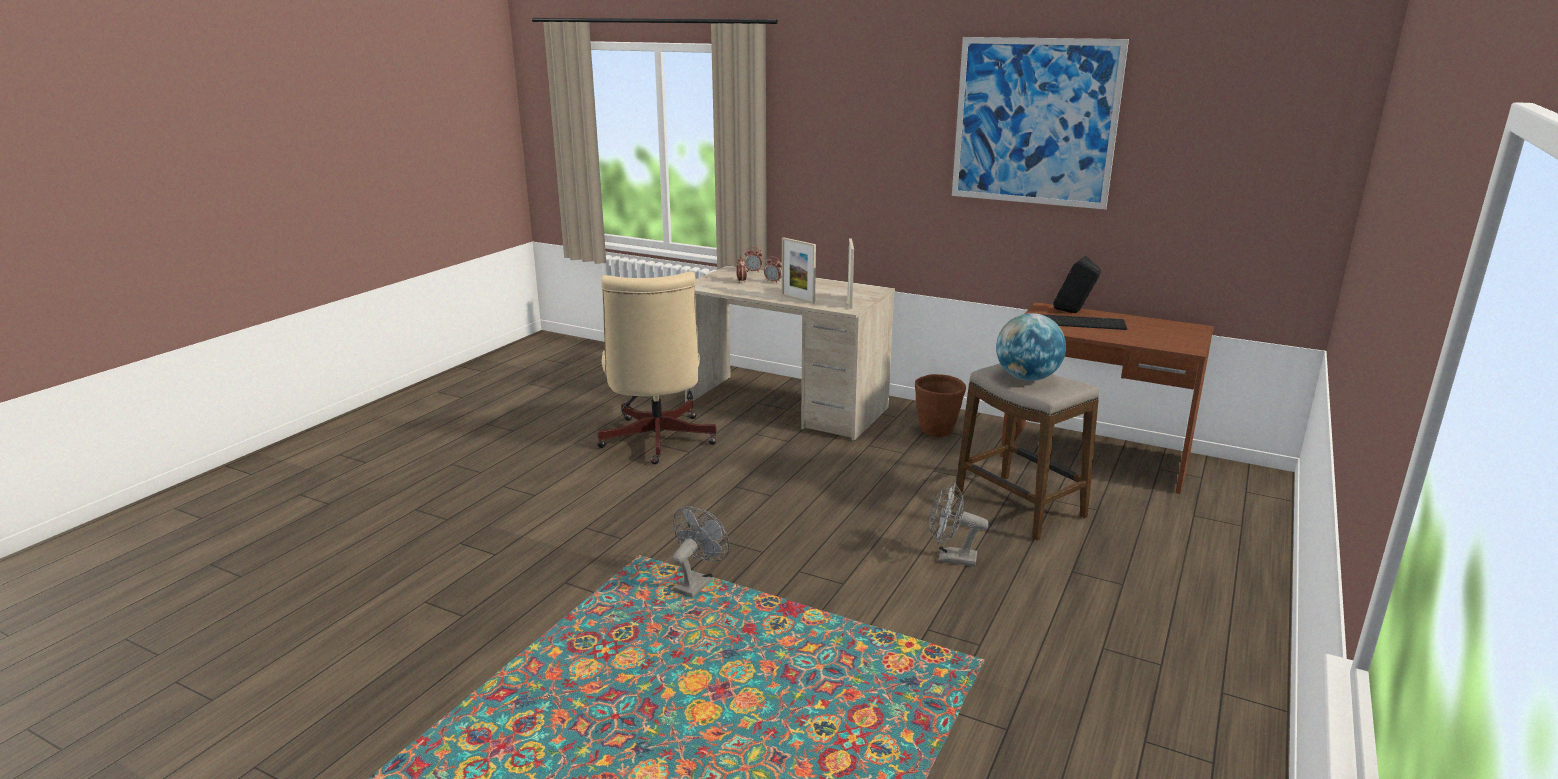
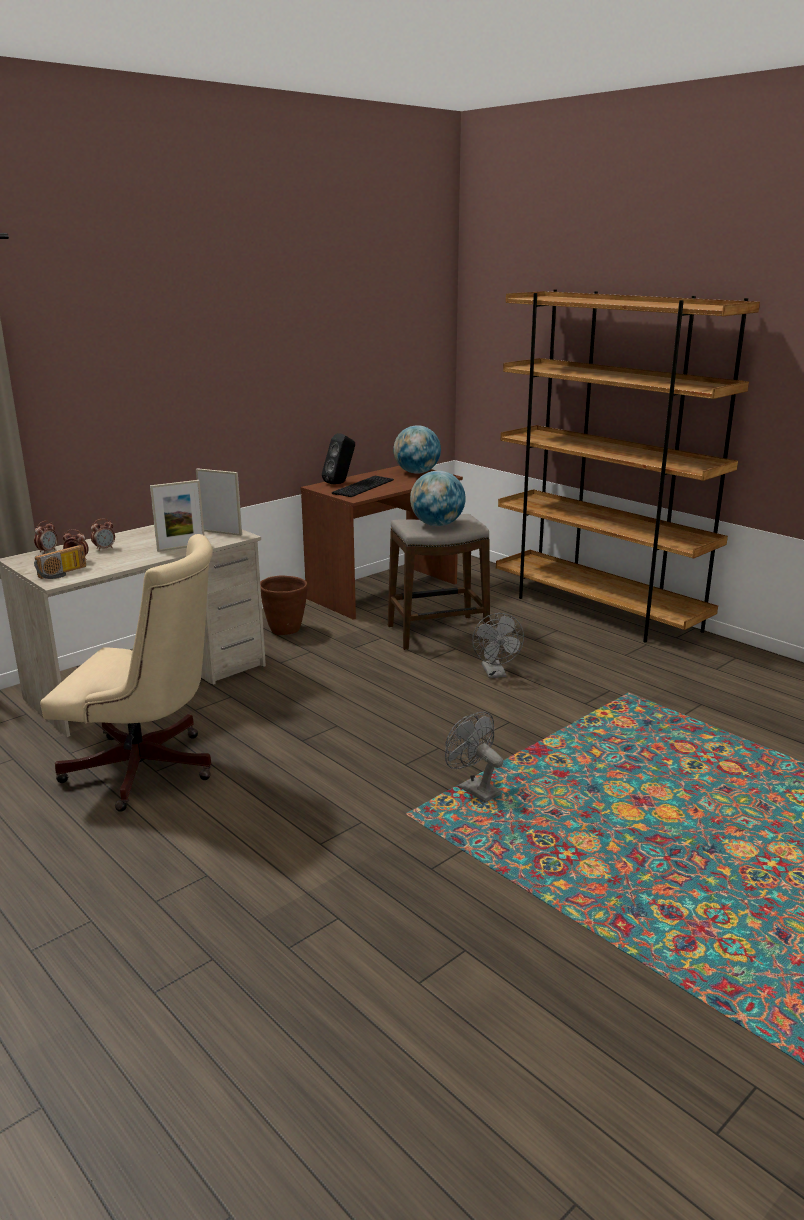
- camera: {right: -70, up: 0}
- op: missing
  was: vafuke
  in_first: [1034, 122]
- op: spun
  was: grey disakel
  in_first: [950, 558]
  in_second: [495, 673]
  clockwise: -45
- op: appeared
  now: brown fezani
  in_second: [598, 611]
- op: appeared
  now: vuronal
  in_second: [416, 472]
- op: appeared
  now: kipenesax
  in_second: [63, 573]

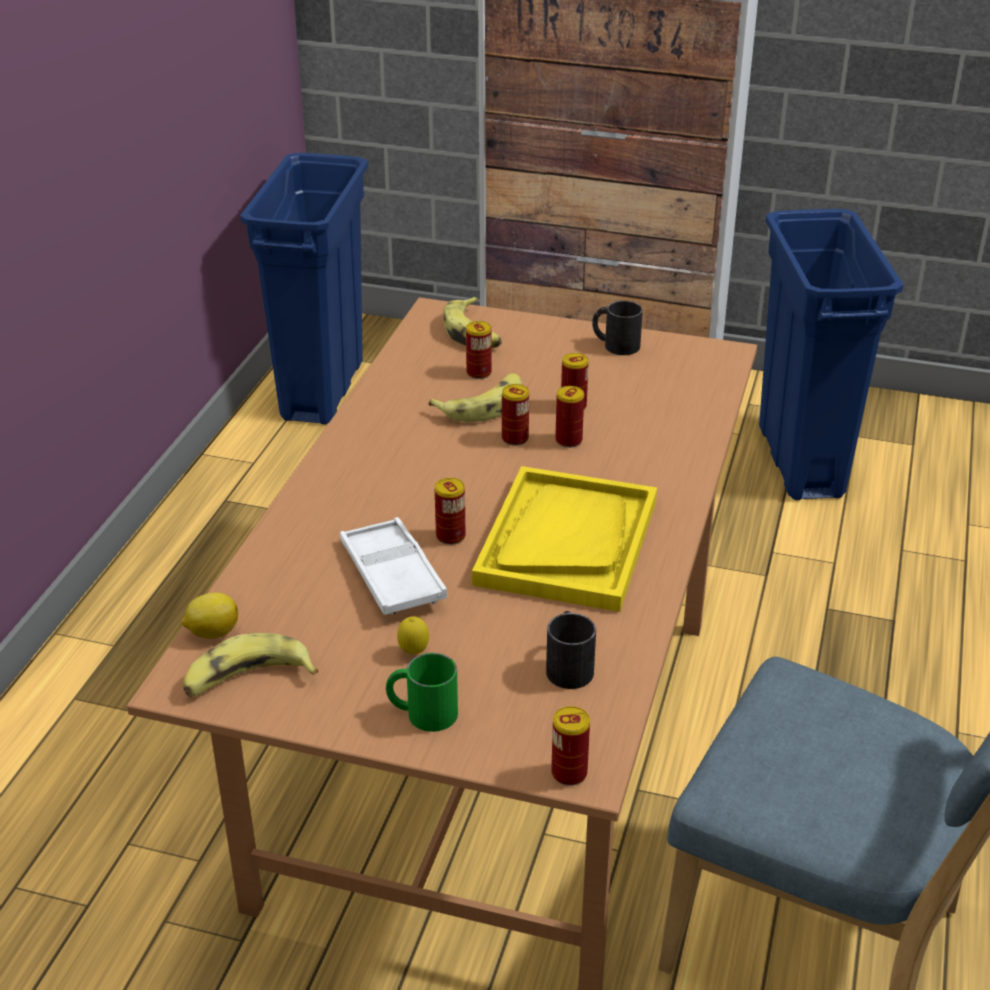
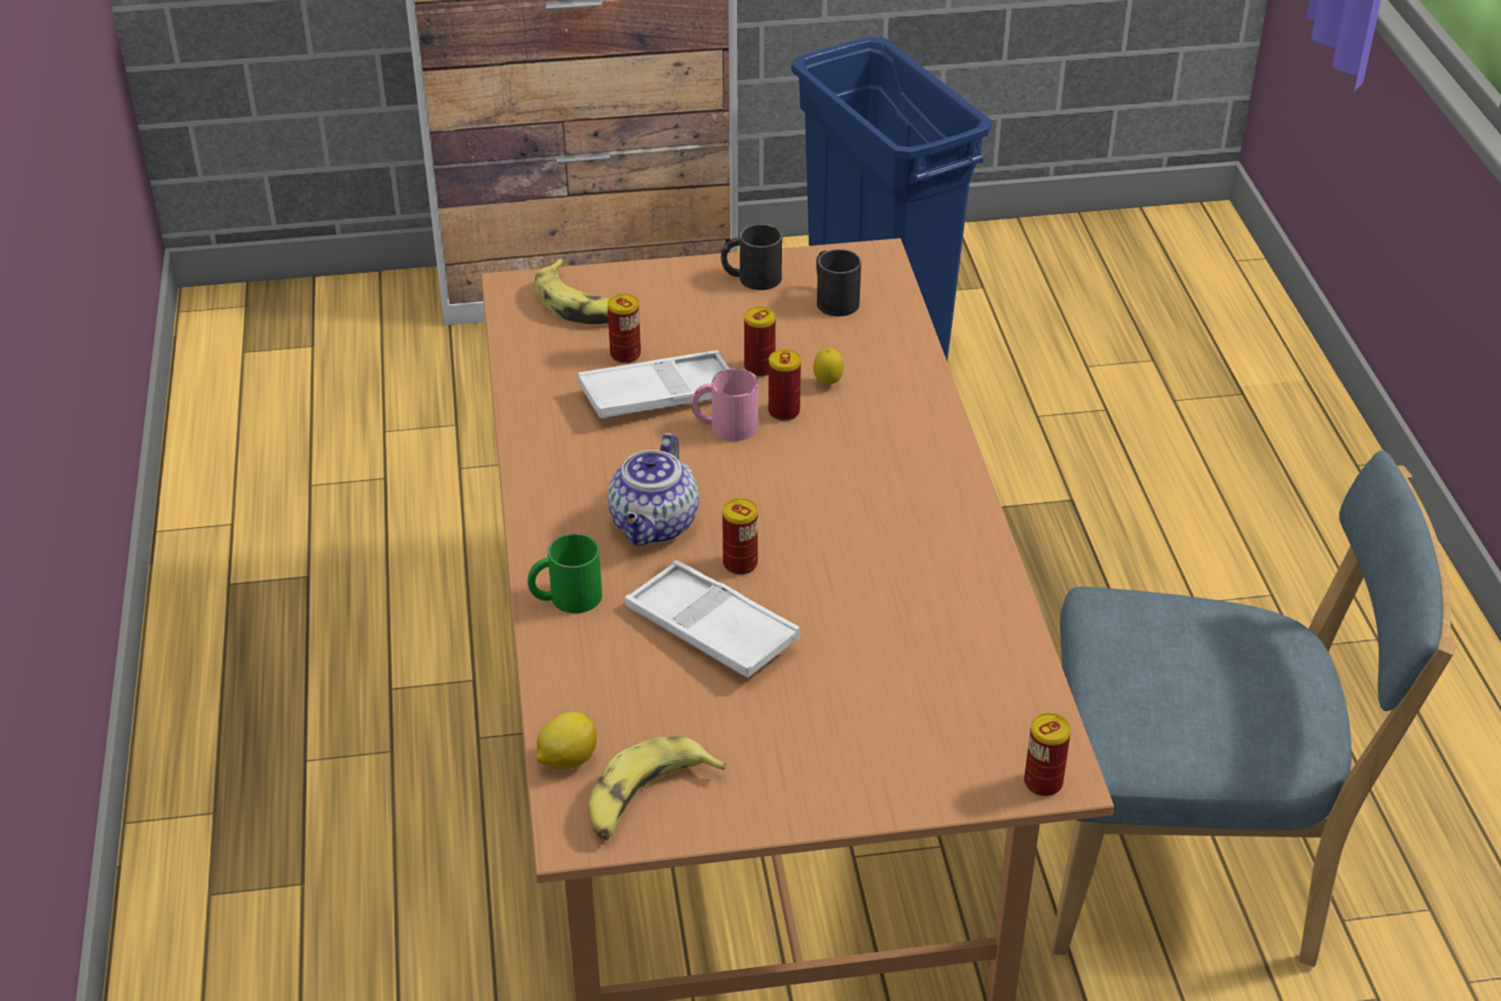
- camera: {right: -25, up: 5}
- op: missing
  was: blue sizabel
  in_first: [322, 391]
- op: exchanged
  was: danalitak
  now: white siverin
  in_first: [483, 405]
  in_second: [660, 395]
- op: exchanged
  was: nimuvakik
  now: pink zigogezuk
  in_first: [515, 438]
  in_second: [724, 426]
- op: missing
  was: yellow siverin
  in_first: [567, 541]
- op: relocated
  was: black zigogezuk
  in_first: [568, 665]
  in_second: [833, 299]
- op: relocated
  was: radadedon
  in_first: [413, 653]
  in_second: [827, 384]
- op: relocated
  was: green zigogezuk
  in_first: [422, 713]
  in_second: [565, 598]
- op: appeared
  now: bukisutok
  in_second: [654, 526]

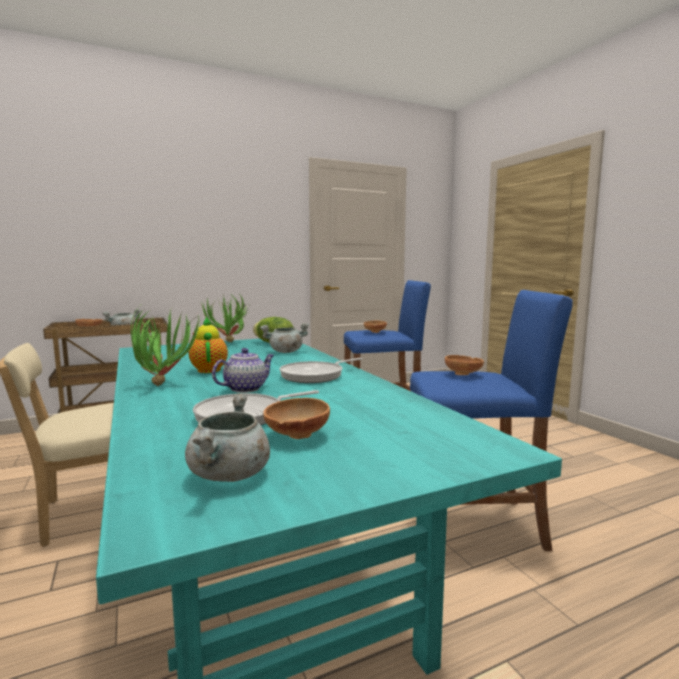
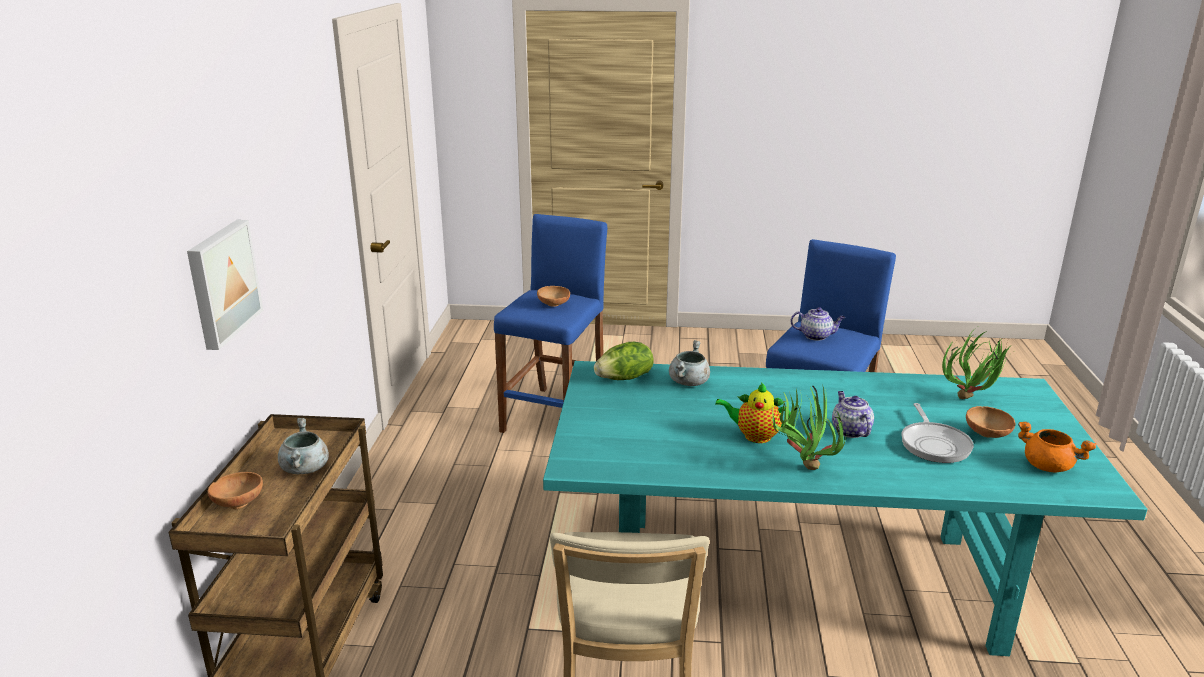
- camera: {right: -60, up: 15}
- op: relocated
  was: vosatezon
  in_first: [229, 343]
  in_second: [972, 400]
- op: exchanged
  was: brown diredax
  now: bukisutok
  in_first: [464, 374]
  in_second: [816, 336]
- op: missing
  was: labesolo
  in_first: [315, 375]
- op: colour
  was: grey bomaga
  now: orange bomaga
  in_first: [230, 475]
  in_second: [1048, 466]
- op: appeared
  now: vafuke
  in_second: [221, 282]

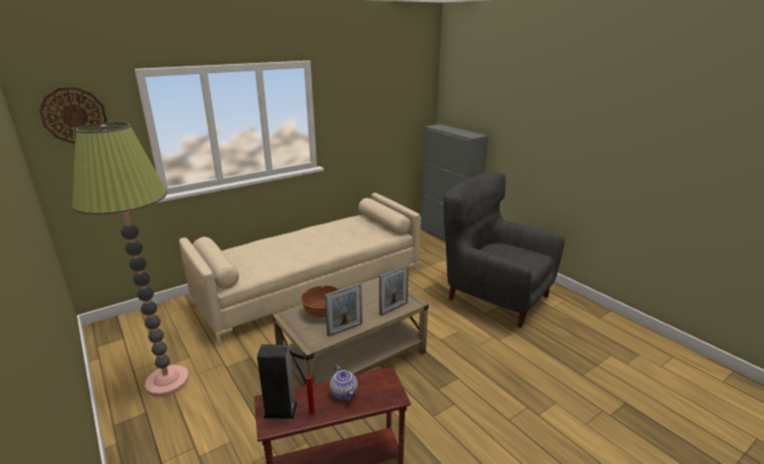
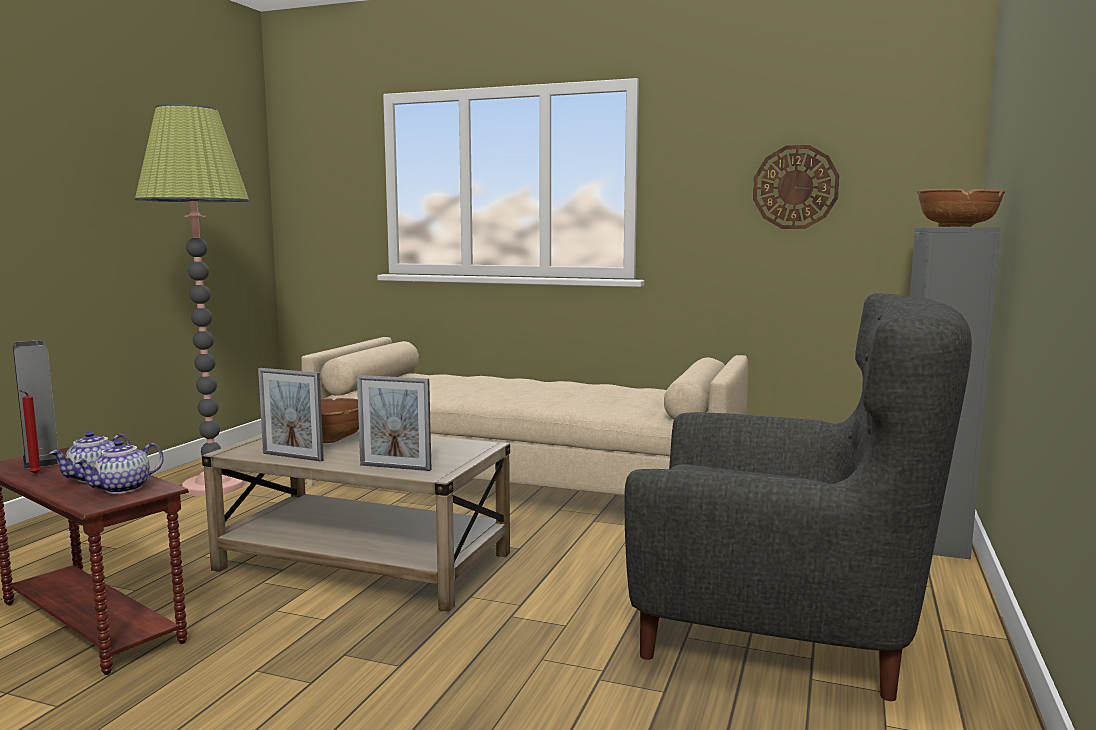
- camera: {right: 55, up: -15}
- op: relocated
  was: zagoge
  in_first: [74, 115]
  in_second: [795, 187]
- op: spun
  was: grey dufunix
  in_first: [494, 296]
  in_second: [782, 630]
  clockwise: 105
- op: appeared
  now: brown diredax
  in_second: [957, 226]
- op: appeared
  now: bukisutok
  in_second: [123, 489]

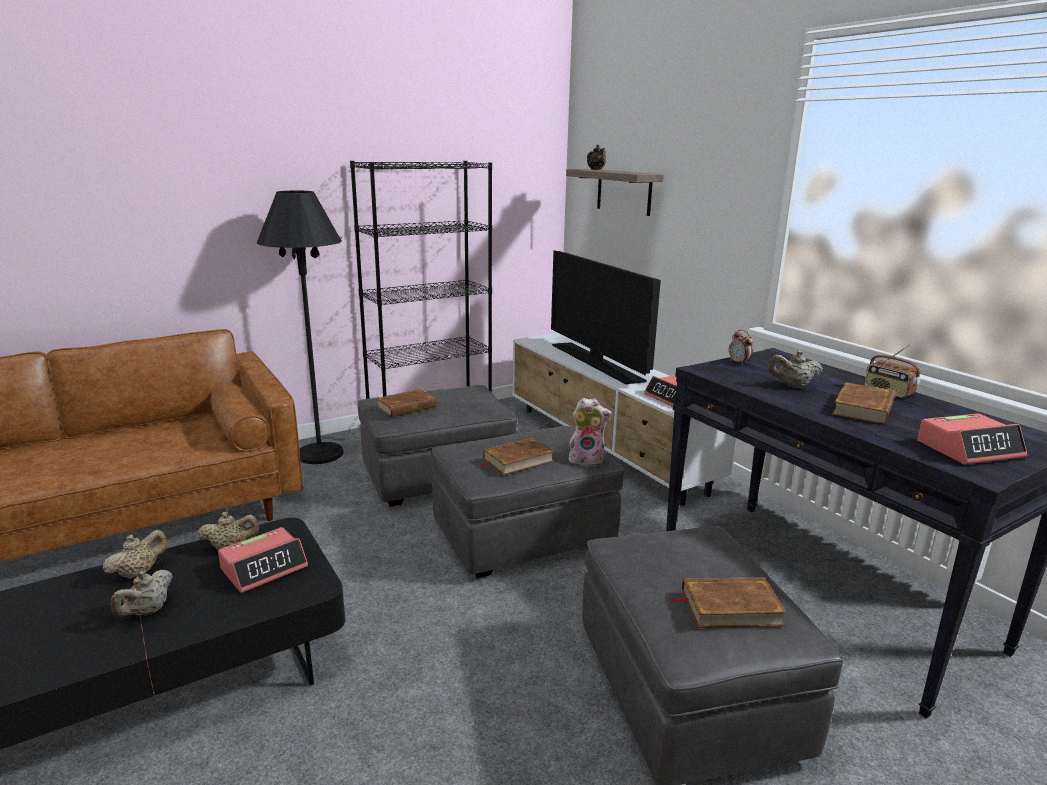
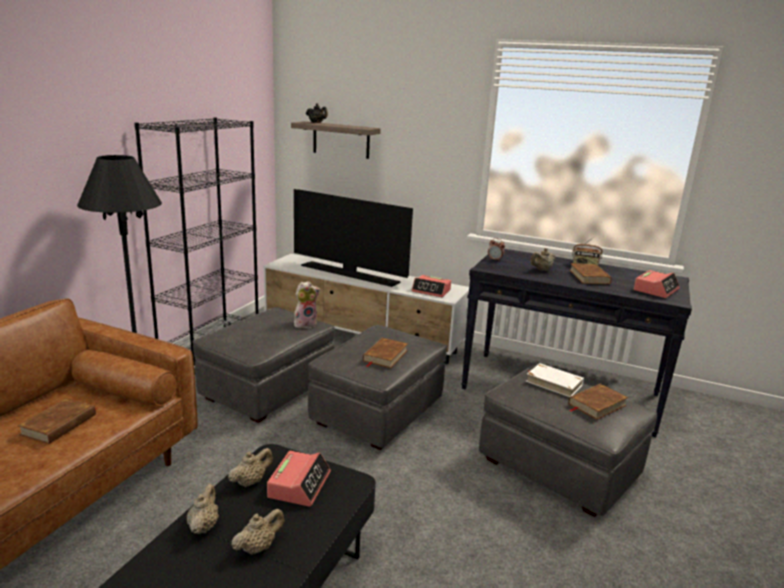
- camera: {right: -35, up: 0}
- op: relocated
  was: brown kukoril
  in_first: [407, 407]
  in_second: [59, 424]
- op: relocated
  was: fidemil
  in_first: [587, 460]
  in_second: [305, 324]
- op: spun
  was: beige bukisutok
  in_first: [147, 611]
  in_second: [258, 547]
  clockwise: -120
- op: appeared
  now: white kukoril
  in_second: [553, 383]

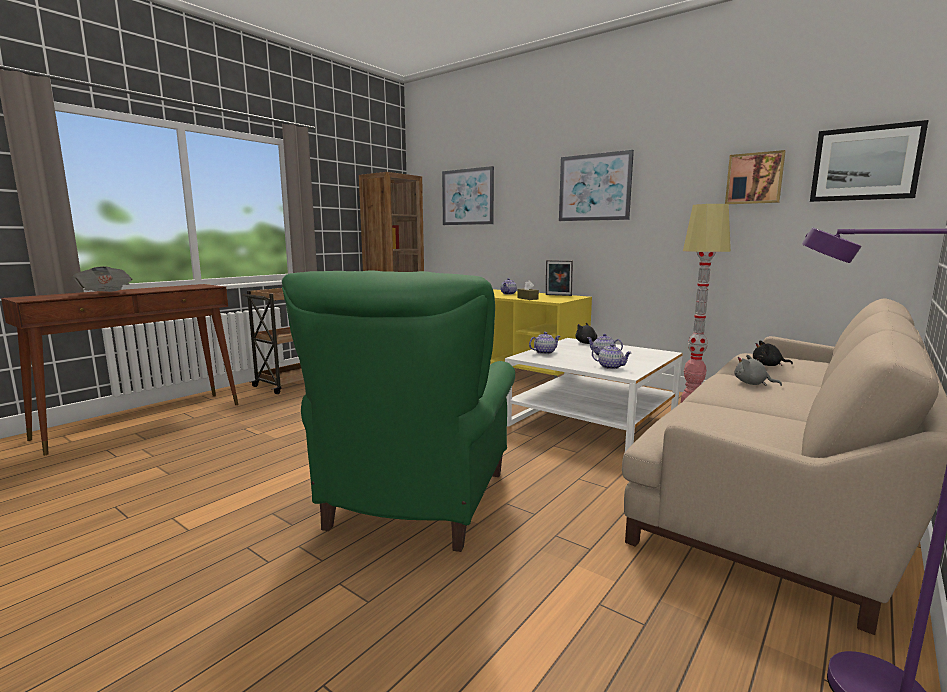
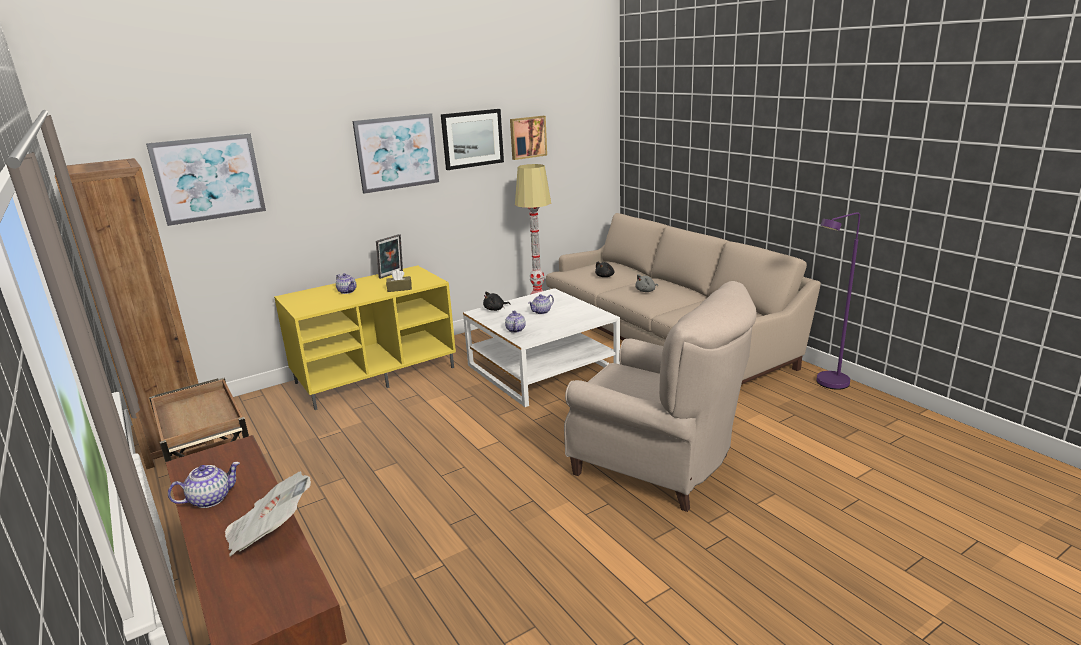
- camera: {right: -70, up: 10}
- op: relocated
  was: vafuke
  in_first: [865, 163]
  in_second: [472, 139]
- op: colour
  was: green dufunix
  now: beige dufunix
  in_first: [415, 503]
  in_second: [658, 466]
- op: relocated
  was: bukisutok
  in_first: [611, 367]
  in_second: [210, 499]

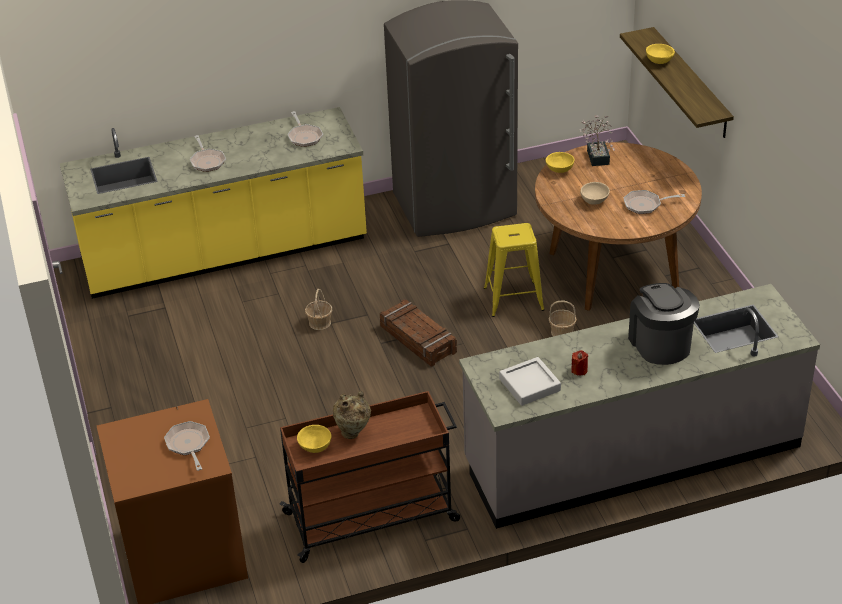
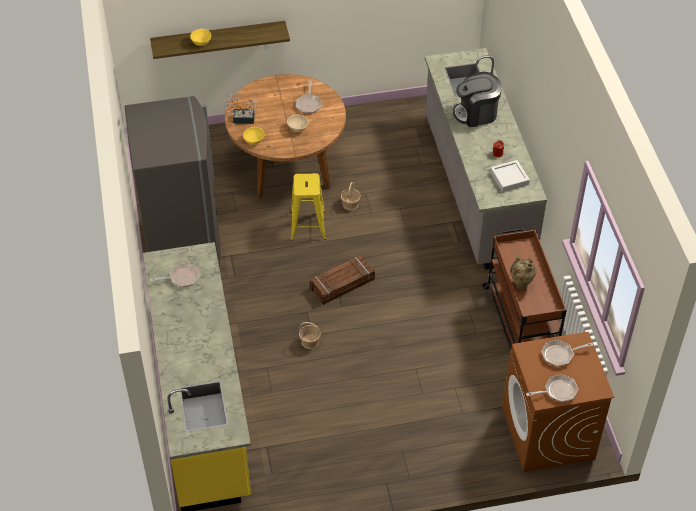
- camera: {right: -85, up: 10}
- op: relocated
  was: labesolo
  in_first: [207, 161]
  in_second: [557, 391]
- op: missing
  was: yellow diredax
  in_first: [315, 448]

